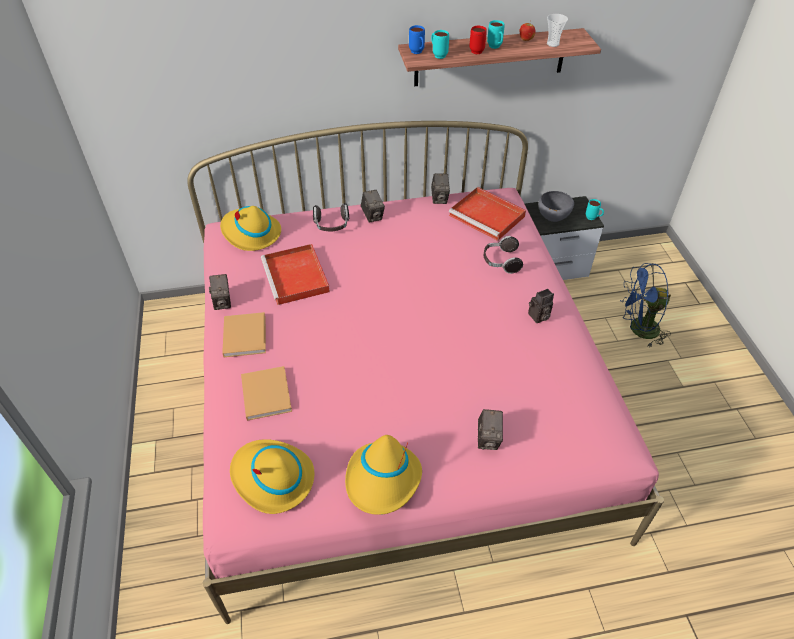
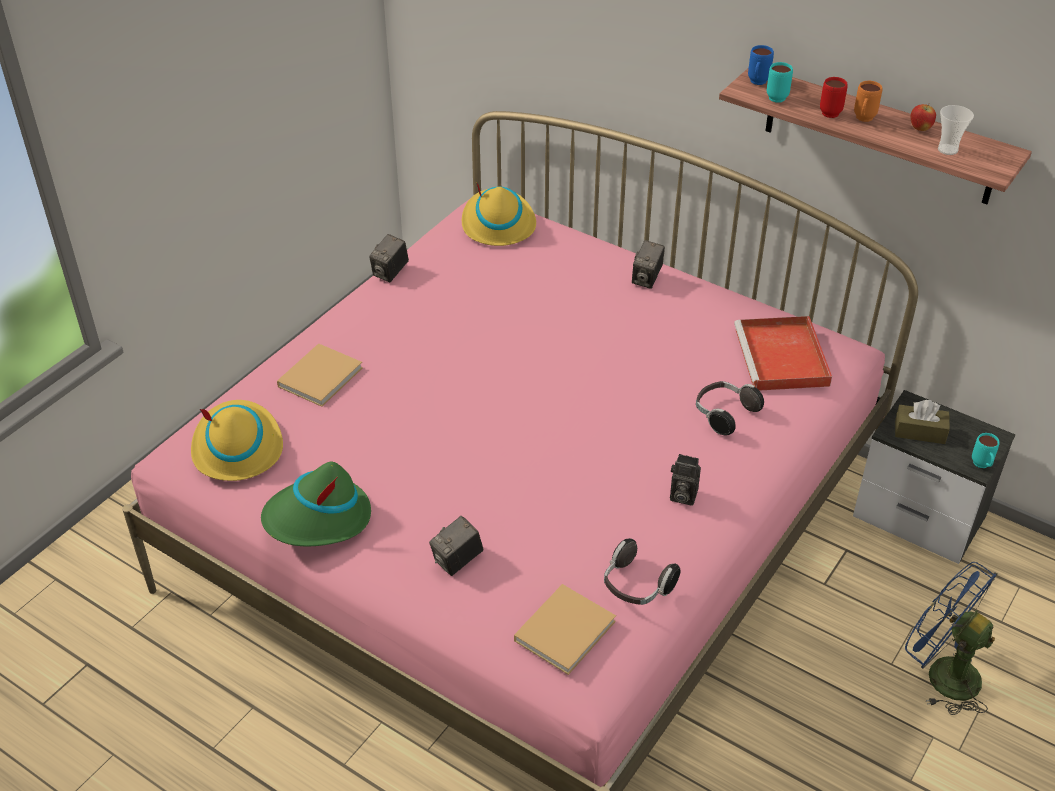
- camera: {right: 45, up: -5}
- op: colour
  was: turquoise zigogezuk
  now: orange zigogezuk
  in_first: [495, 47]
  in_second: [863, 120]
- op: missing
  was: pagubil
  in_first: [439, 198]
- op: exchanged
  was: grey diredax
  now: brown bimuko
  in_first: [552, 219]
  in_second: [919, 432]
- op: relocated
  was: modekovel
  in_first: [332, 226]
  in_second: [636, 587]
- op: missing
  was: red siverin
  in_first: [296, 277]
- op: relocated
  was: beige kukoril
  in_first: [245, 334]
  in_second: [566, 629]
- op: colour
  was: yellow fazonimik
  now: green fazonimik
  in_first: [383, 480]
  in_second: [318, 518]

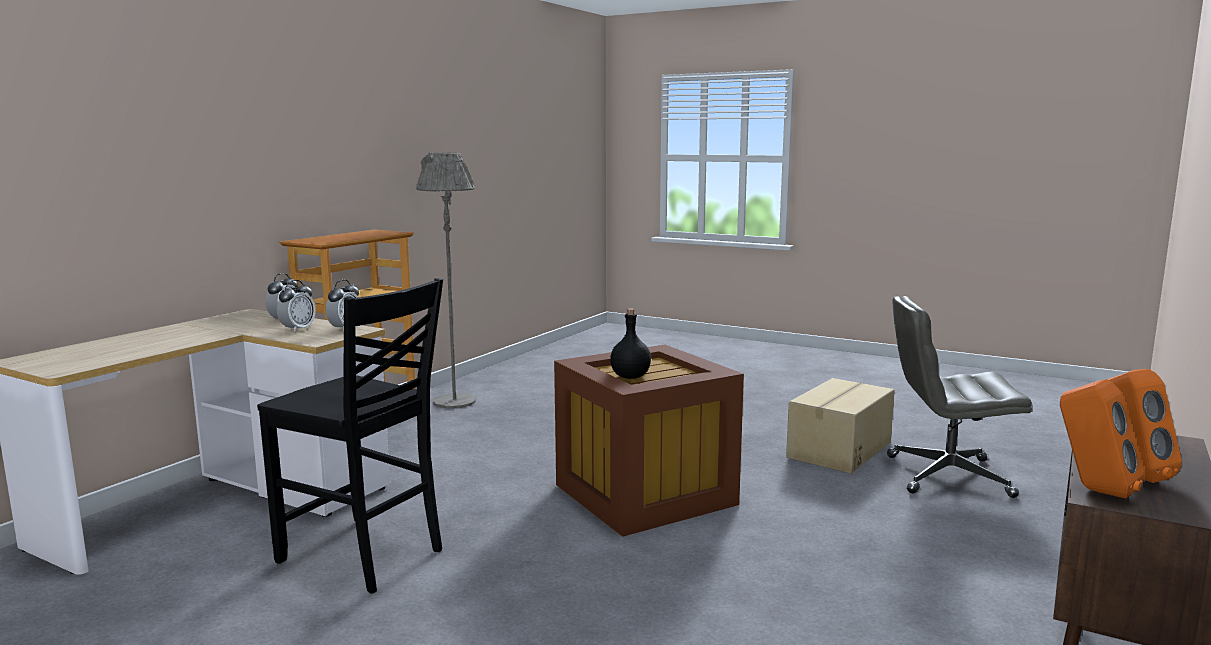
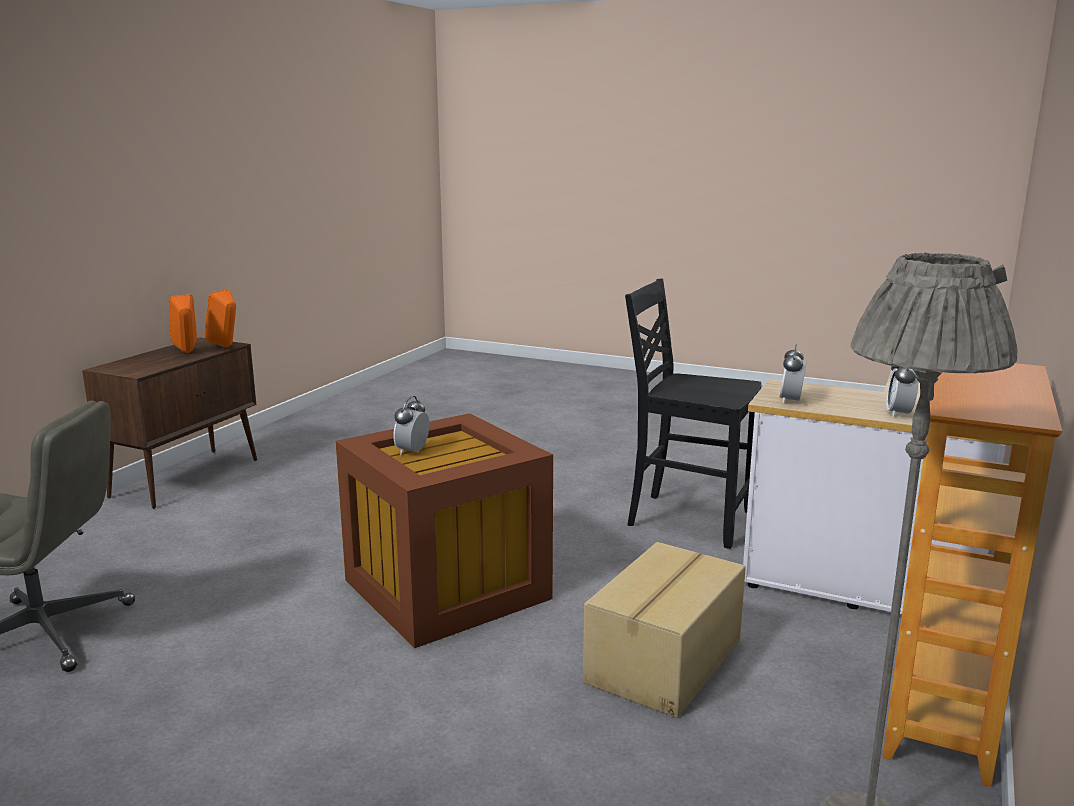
- camera: {right: 175, up: 5}
- op: relocated
  was: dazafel
  in_first: [298, 329]
  in_second: [412, 452]
- op: missing
  was: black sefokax
  in_first: [630, 377]
- op: relocated
  was: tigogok
  in_first: [837, 450]
  in_second: [666, 661]

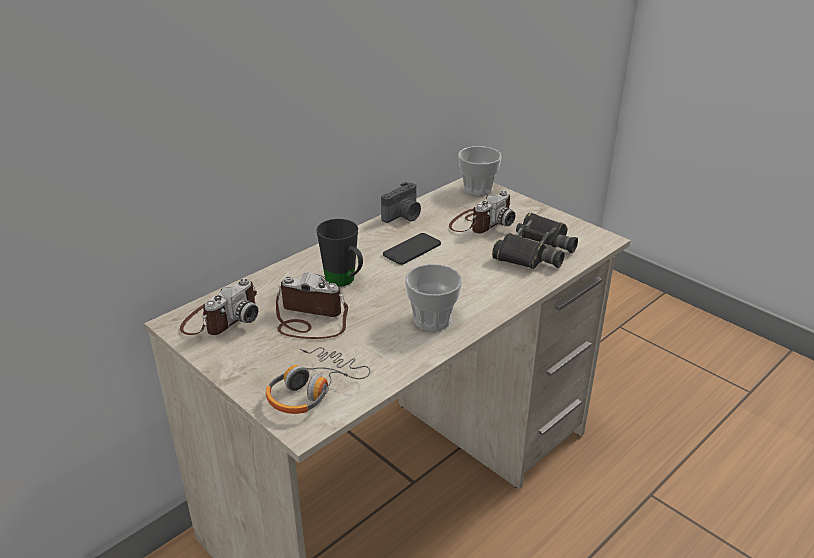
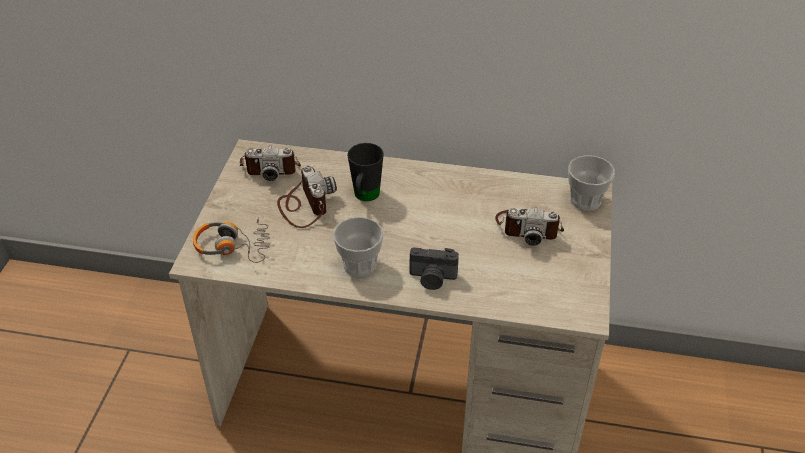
- camera: {right: 55, up: 10}
- op: relocated
  was: pagubil
  in_first: [403, 216]
  in_second: [432, 279]
- op: missing
  was: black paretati
  in_first: [535, 251]
- op: missing
  was: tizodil
  in_first: [412, 249]

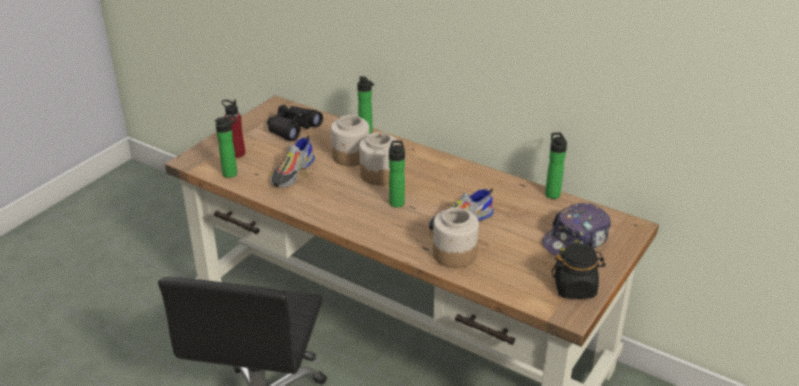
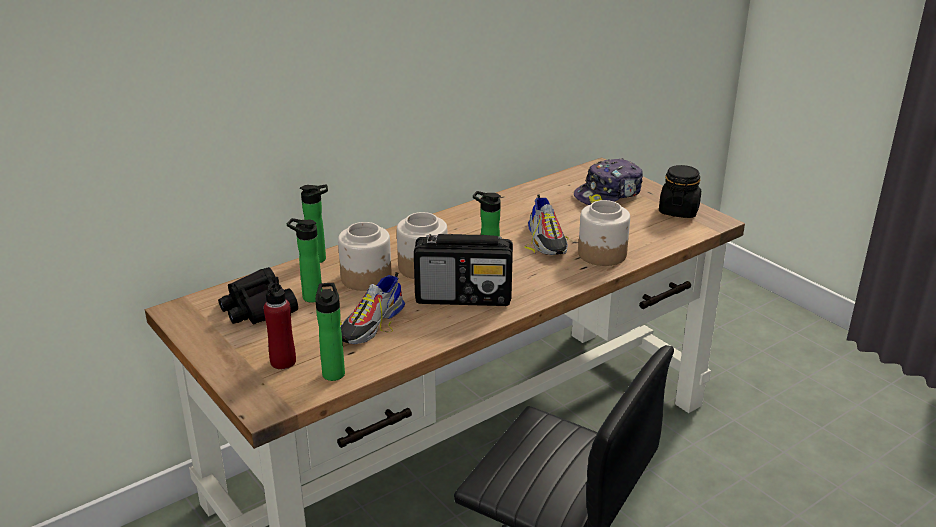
- camera: {right: -70, up: -5}
- op: relocated
  was: sefokax
  in_first: [552, 193]
  in_second: [309, 297]
- op: spun
  was: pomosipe
  in_first: [293, 173]
  in_second: [372, 324]
  clockwise: 75
- op: spun
  was: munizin
  in_first: [576, 240]
  in_second: [608, 194]
  clockwise: 75
- op: appeared
  now: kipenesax
  in_second: [464, 297]

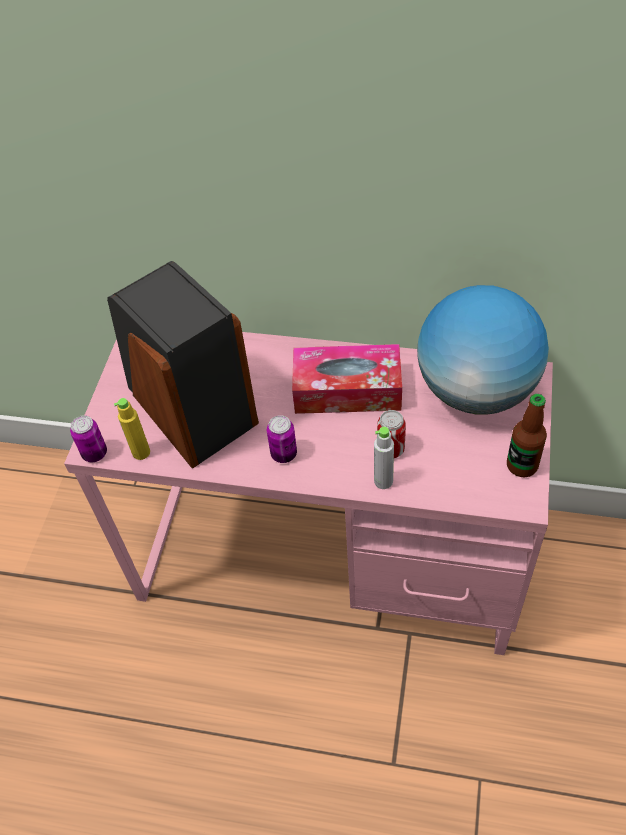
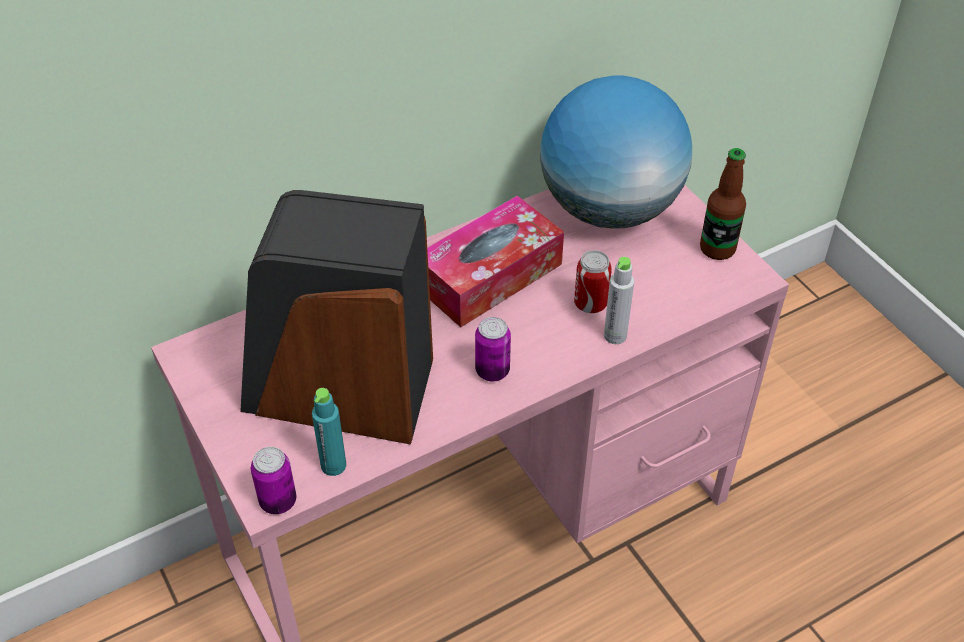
- camera: {right: -45, up: -5}
- op: colour
  was: yellow sefokax
  now: turquoise sefokax
  in_first: [141, 452]
  in_second: [333, 465]

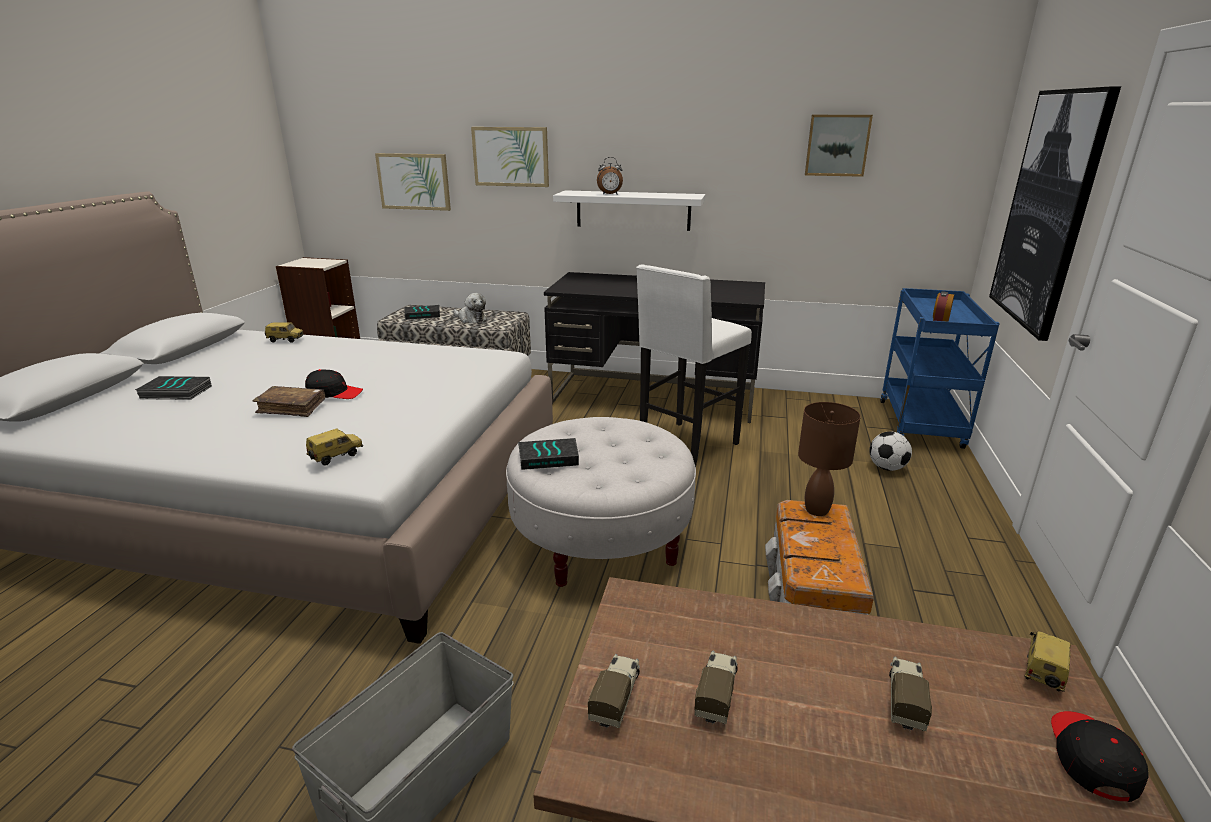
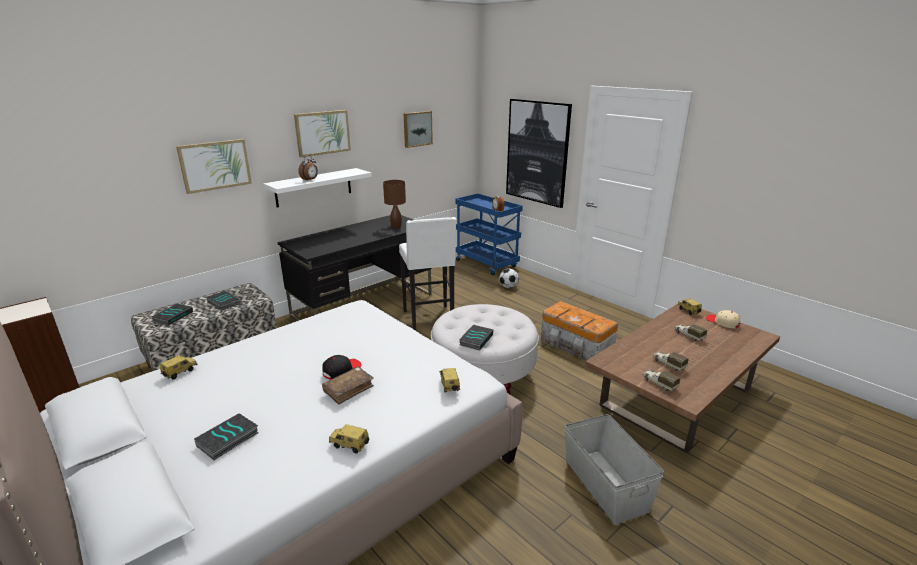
- camera: {right: -55, up: 0}
- op: relocated
  was: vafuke
  in_first: [414, 181]
  in_second: [322, 133]
- op: exchanged
  was: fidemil
  now: kukoril
  in_first: [470, 319]
  in_second: [222, 303]
- op: relocated
  was: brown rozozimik
  in_first: [816, 510]
  in_second: [396, 226]
- op: colour
  was: black munizin
  now: beige munizin
  in_first: [1091, 758]
  in_second: [722, 322]
- op: appeared
  now: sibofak
  in_second: [349, 446]

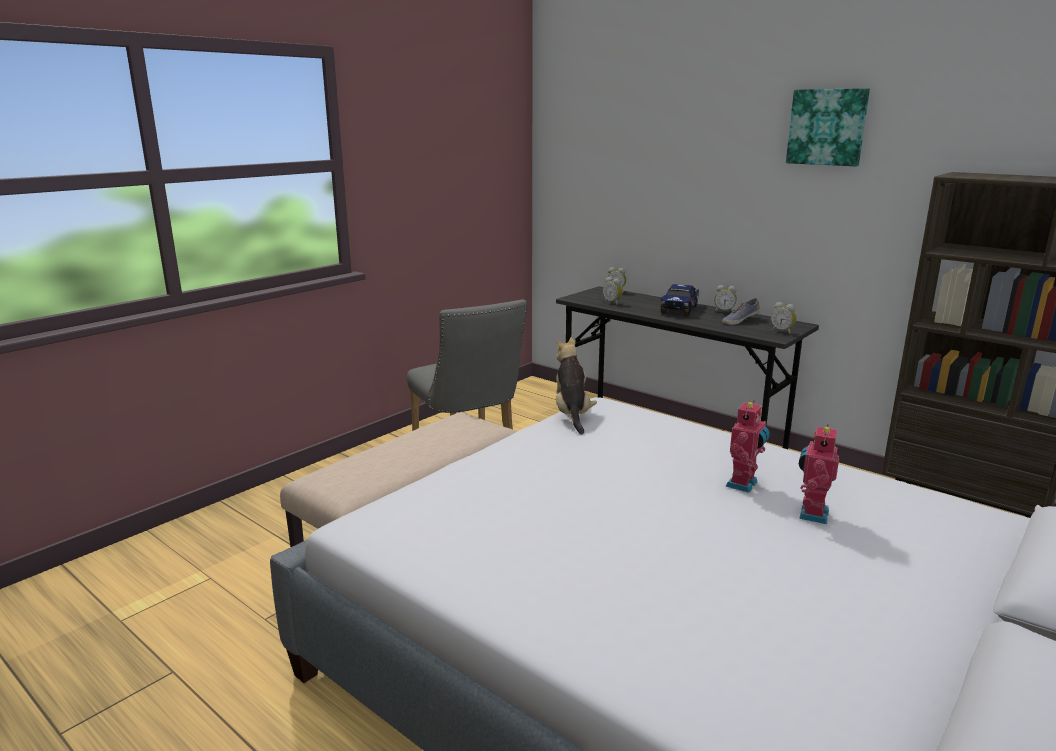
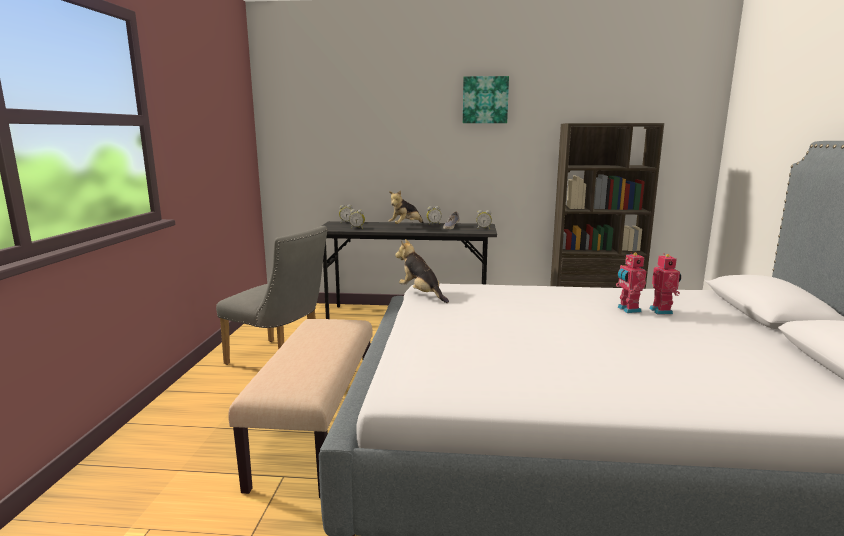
- camera: {right: -35, up: -5}
- op: exchanged
  was: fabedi
  now: fidemil
  in_first: [679, 309]
  in_second: [405, 226]
- op: relocated
  was: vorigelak
  in_first: [744, 485]
  in_second: [662, 311]

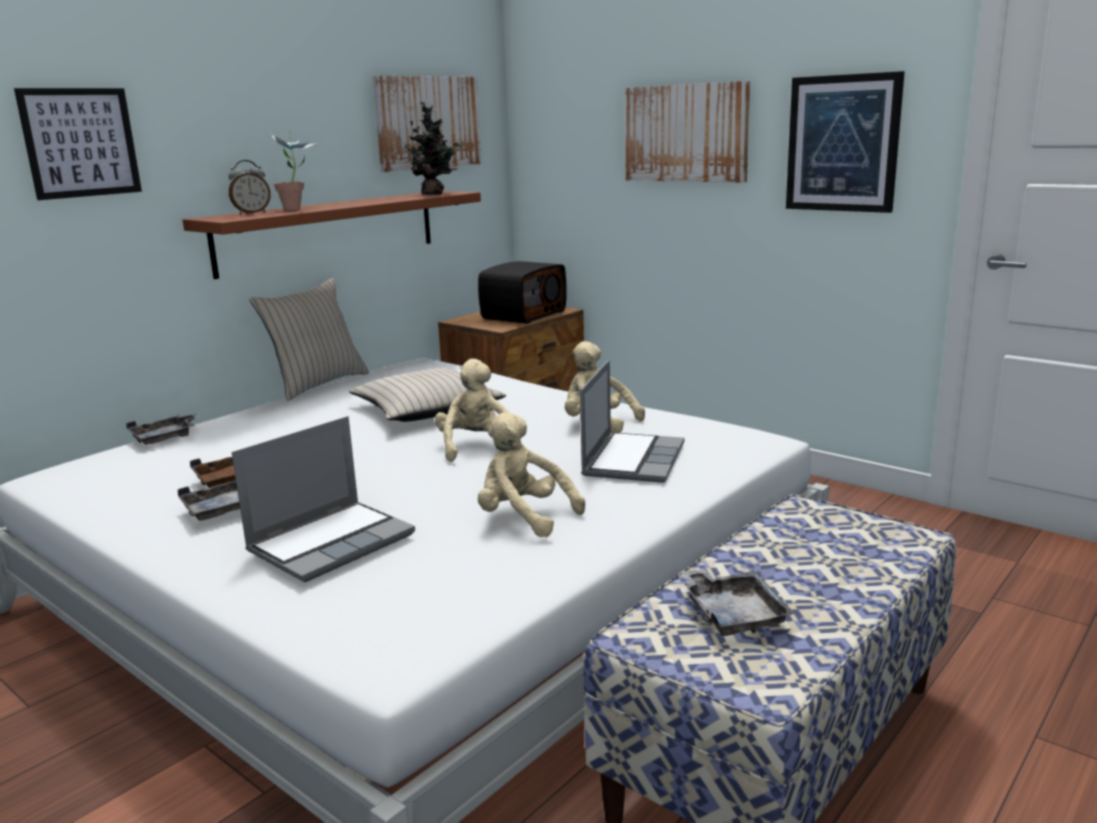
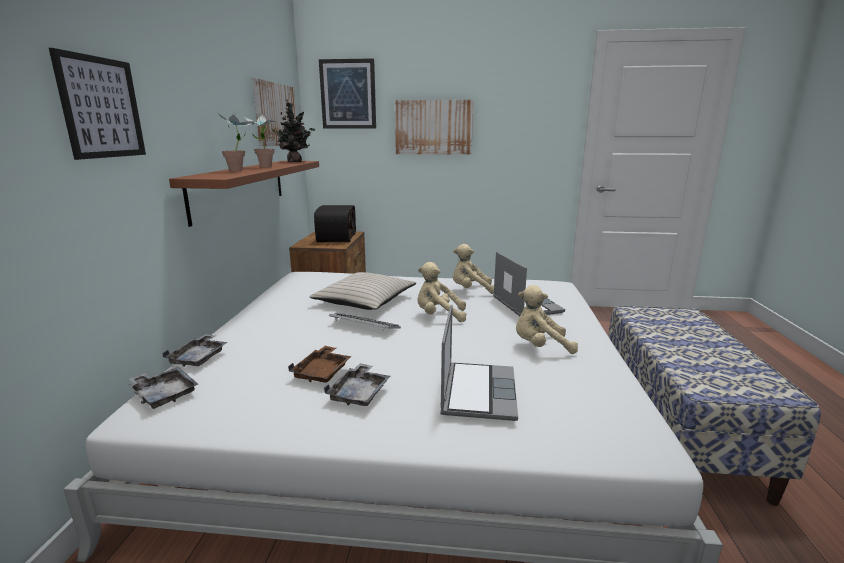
- camera: {right: -35, up: 0}
- op: relocated
  was: vafuke
  in_first: [842, 143]
  in_second: [348, 94]
- op: missing
  was: dazafel
  in_first: [252, 213]
- op: missing
  was: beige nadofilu
  in_first: [317, 384]
- op: spun
  was: beige fidemil
  in_first: [476, 448]
  in_second: [438, 316]
  clockwise: -45
- op: relocated
  was: grey siverin
  in_first: [733, 614]
  in_second: [164, 394]
- op: appeared
  now: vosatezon
  in_second: [264, 167]
- op: appeared
  now: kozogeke
  in_second: [364, 326]

